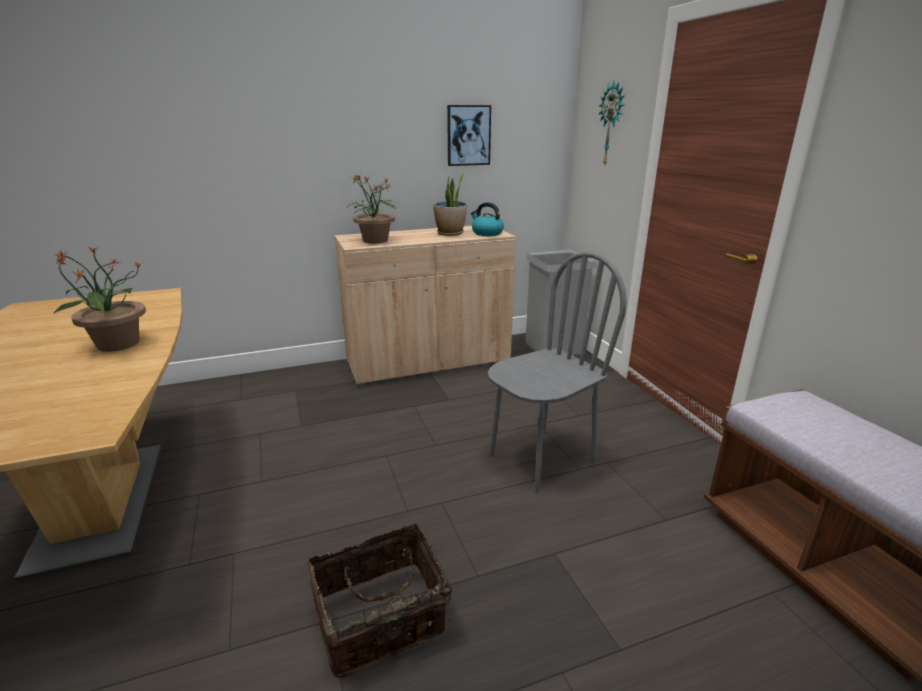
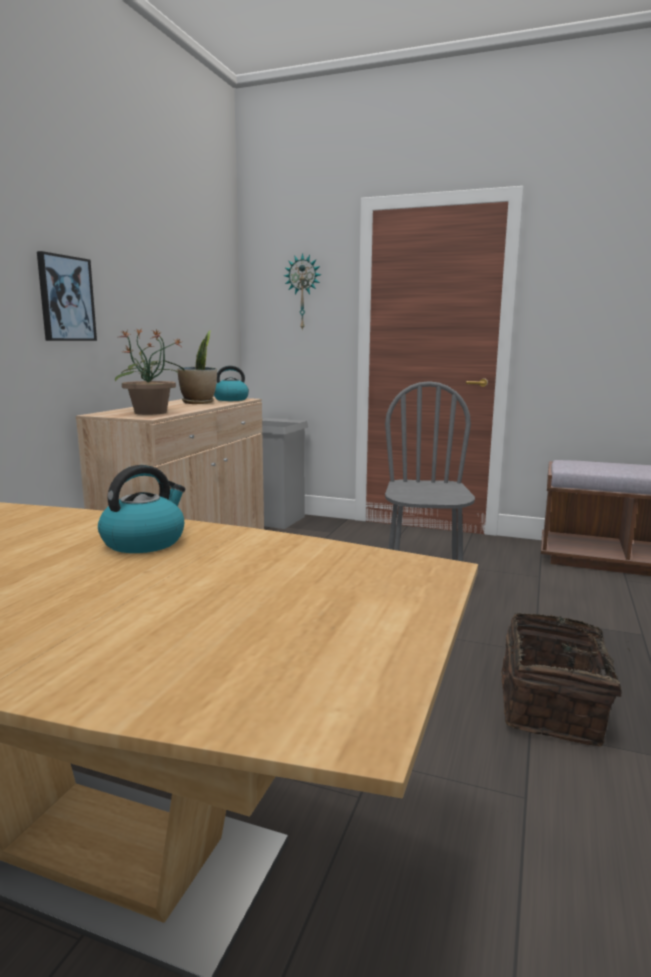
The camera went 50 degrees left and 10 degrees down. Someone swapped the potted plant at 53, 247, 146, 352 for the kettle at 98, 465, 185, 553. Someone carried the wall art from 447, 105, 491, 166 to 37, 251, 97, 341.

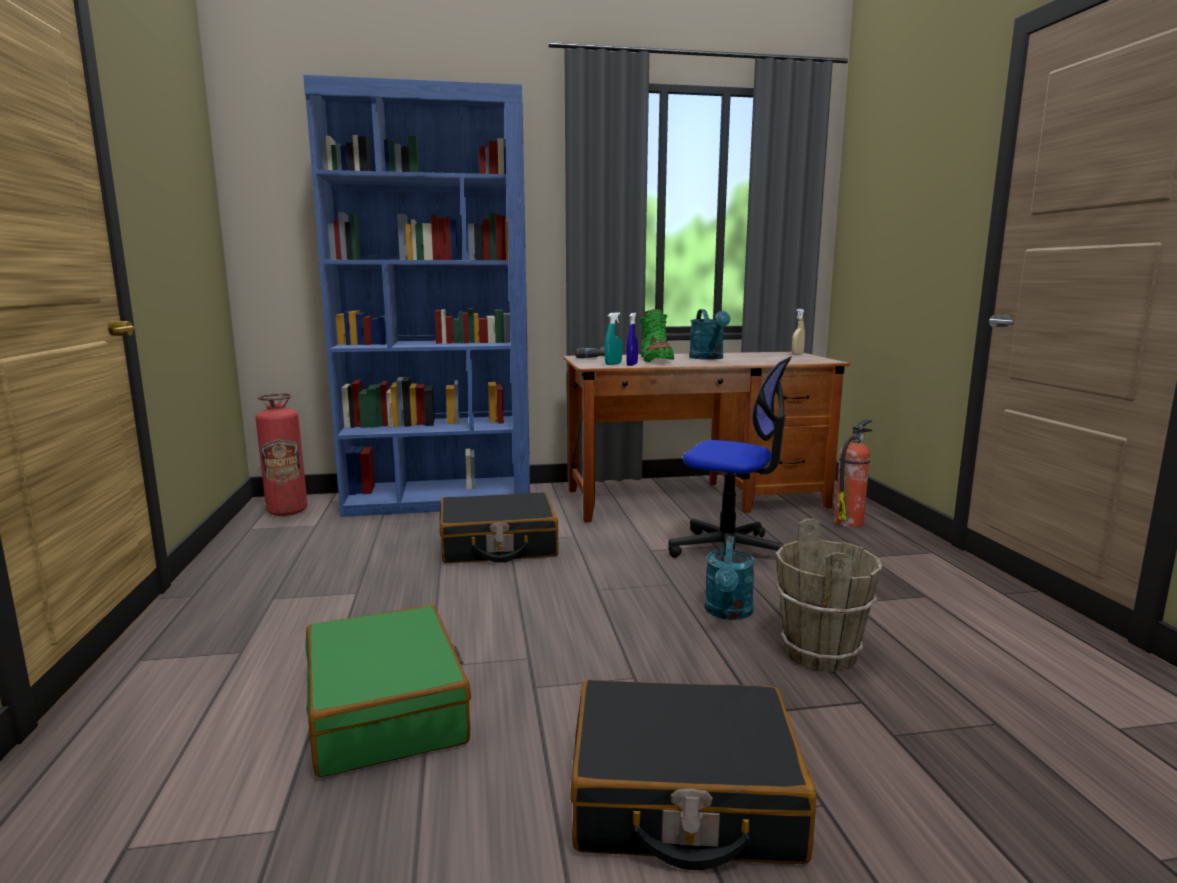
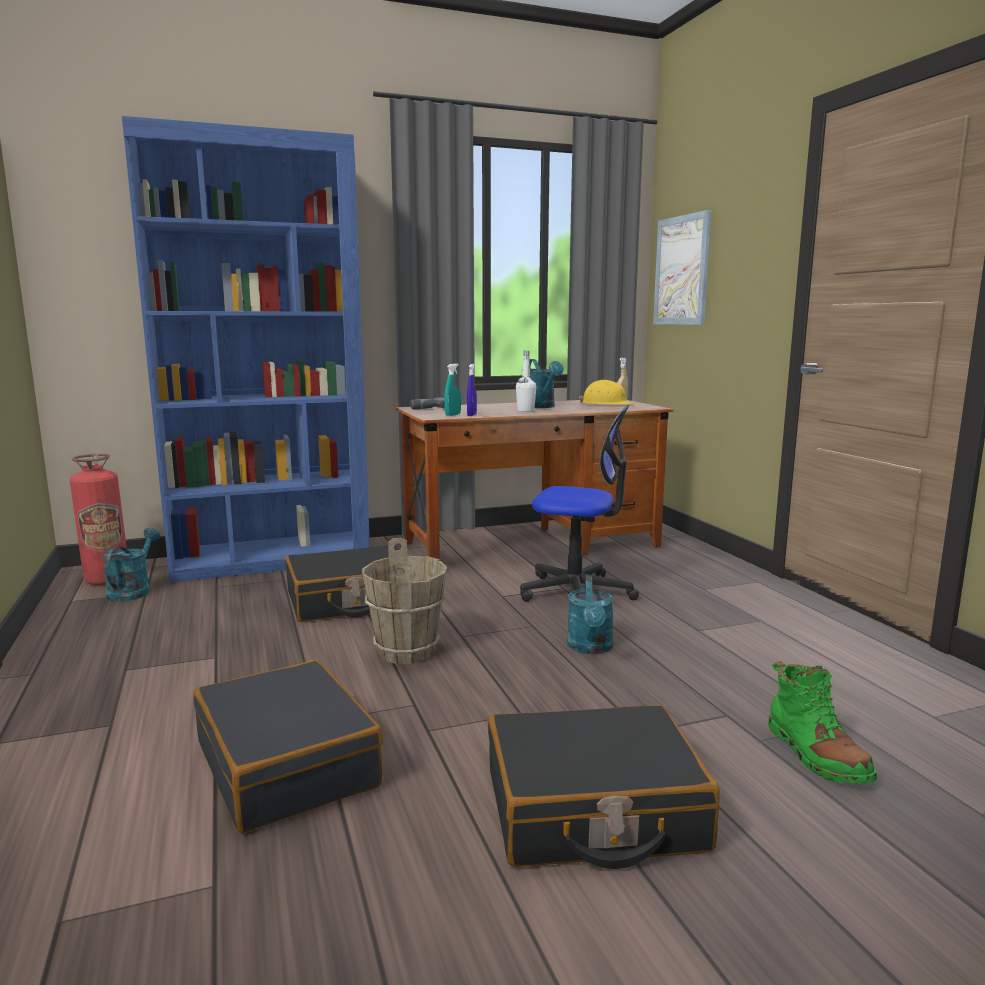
The camera went 10 degrees left and 0 degrees up. Someone repainted the green piece of luggage at 305, 605, 471, 777, which became the black piece of luggage at 193, 660, 383, 833. Someone carried the green high-top boot from 641, 309, 674, 362 to 768, 661, 877, 784. Someone carried the brownish bucket from 776, 519, 882, 672 to 362, 538, 447, 664. Someone took away the extinguisher at 834, 419, 872, 527. Someone put down the turquoise-coloured sprinkling can at 103, 528, 160, 602. Someone put down the white beverage bottle at 516, 351, 536, 412. Someone put down the yellowish safety helmet at 579, 380, 635, 405. Someone put up the wall art at 653, 210, 712, 325.

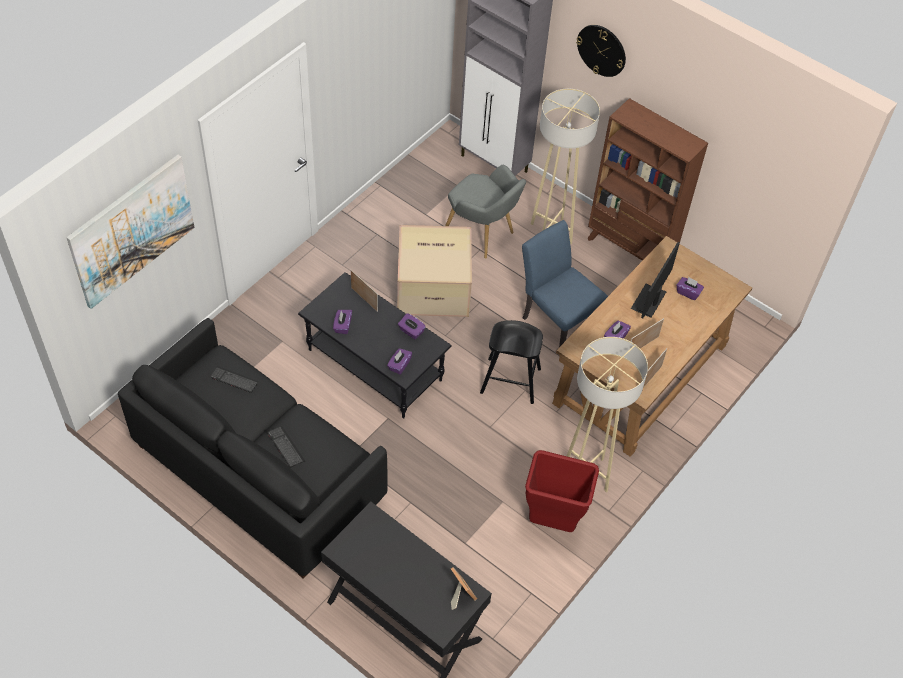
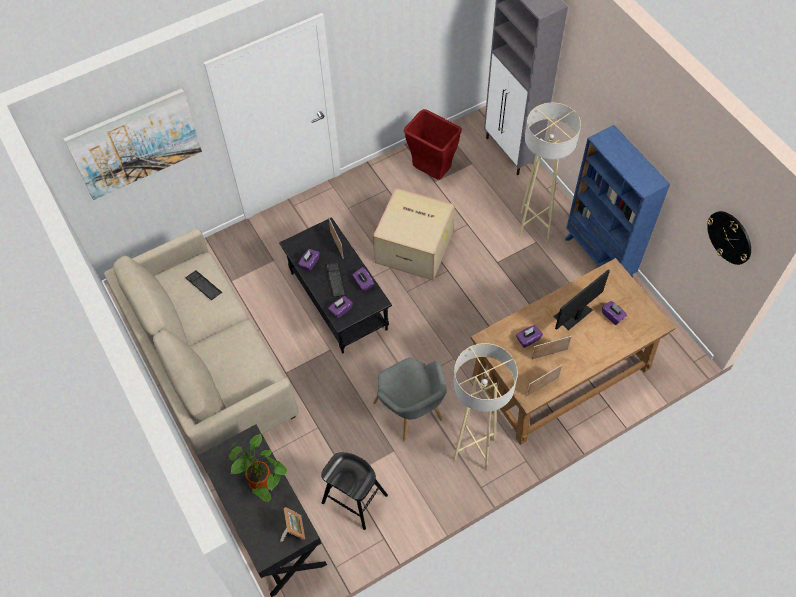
The camera went 25 degrees right and 5 degrees up. Someone repainted the black settee at 118, 318, 388, 578, which became the beige-coloured settee at 104, 229, 299, 462. Someone carried the computer keyboard from 267, 426, 305, 467 to 326, 263, 347, 297. Someone carried the gray armchair from 445, 165, 526, 259 to 373, 357, 447, 441. Someone carried the black stool seat from 480, 320, 543, 404 to 321, 452, 388, 530. Someone took away the blue-coloured chair at 522, 220, 608, 356. Someone carried the red-coloured trash can from 525, 450, 599, 532 to 404, 109, 462, 180. Someone carried the hanging clock from 576, 25, 626, 77 to 707, 211, 751, 265. Someone repainted the brownish shelving unit at 588, 98, 708, 261, which became the blue-coloured shelving unit at 565, 125, 670, 277. Someone put down the potted plant at 229, 434, 287, 501.

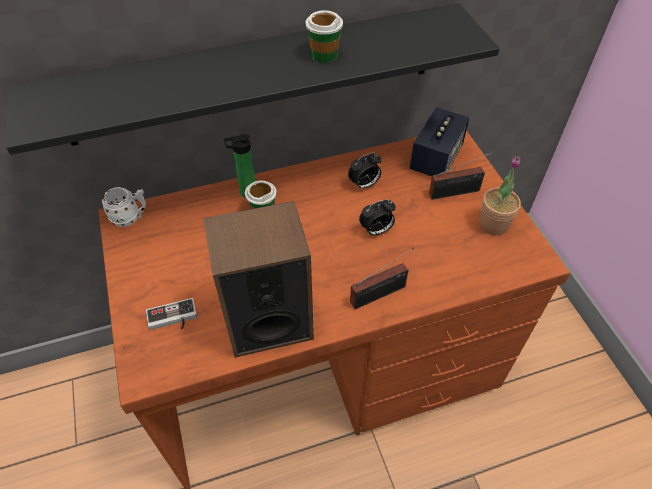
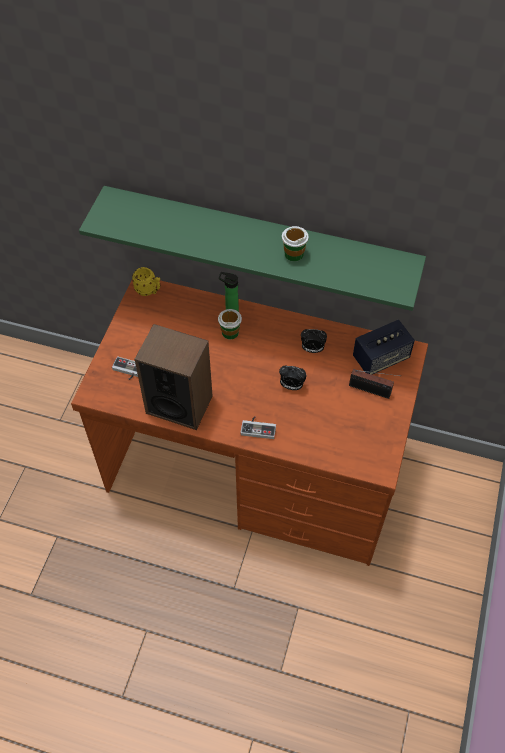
The camera went 35 degrees right and 5 degrees up. Someone repainted the black bracket shelf at 6, 3, 500, 155, which became the green bracket shelf at 79, 186, 426, 311. Someone repainted the white mug at 101, 187, 146, 227, which became the yellowish mug at 132, 267, 161, 296. Someone swapped the radio at 350, 247, 414, 309 for the gamepad at 240, 416, 276, 439. Someone took away the potted plant at 479, 156, 521, 236.

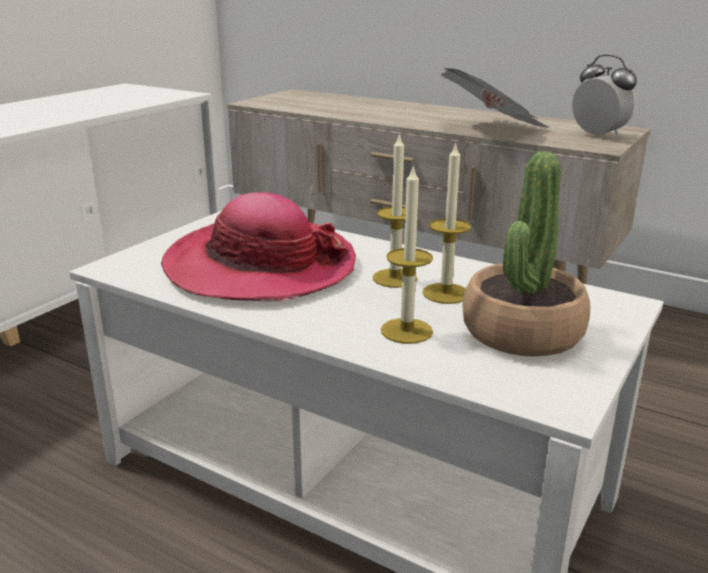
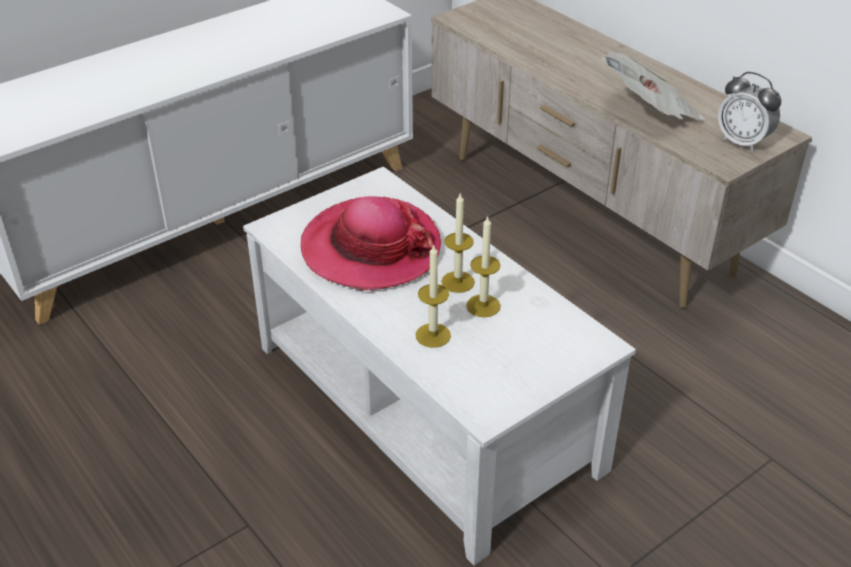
The camera went 20 degrees right and 15 degrees up. Someone took away the potted plant at 462, 151, 590, 356. Someone rotated the table clock at 572, 54, 637, 137 by 150 degrees clockwise.

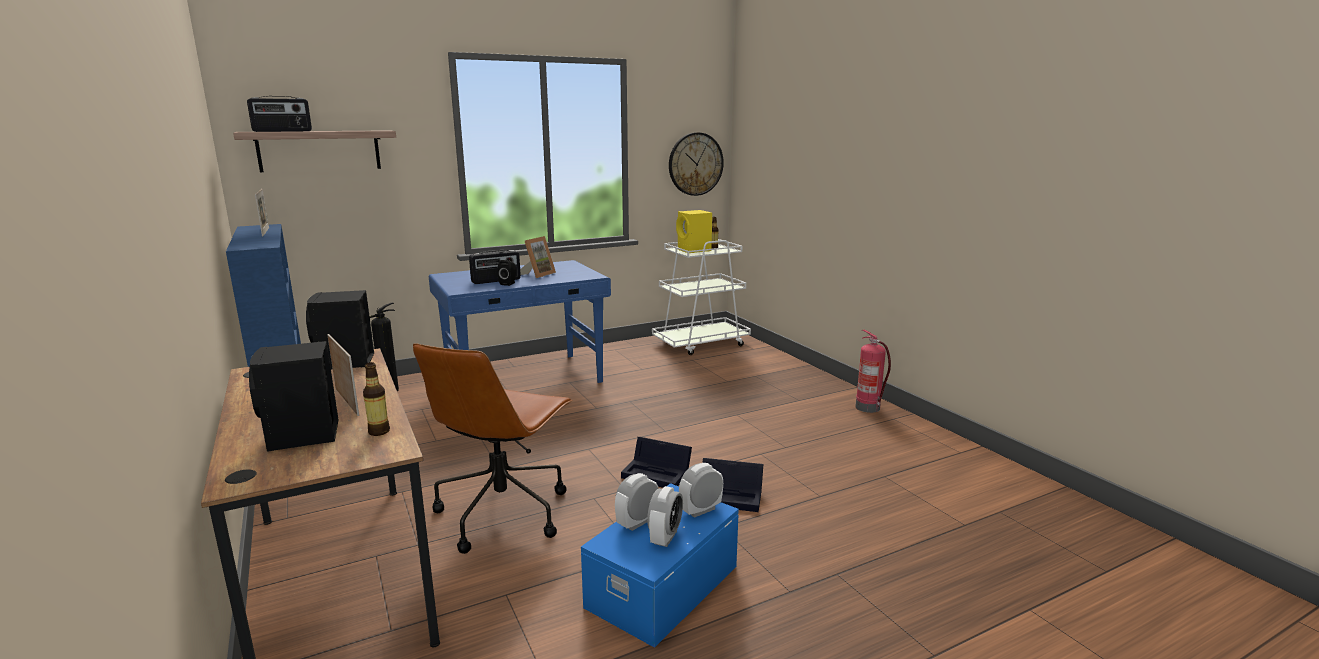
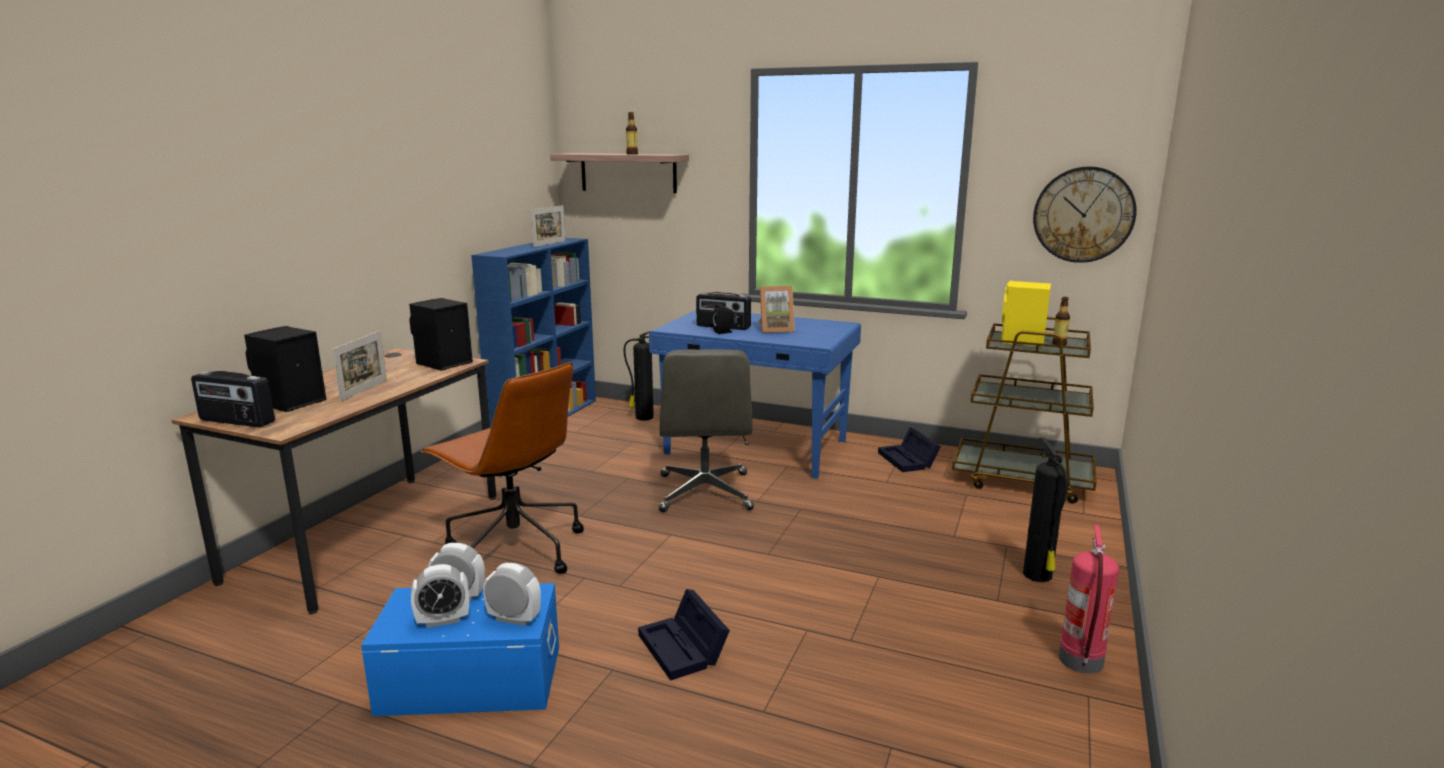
The camera went 50 degrees right and 0 degrees up. Someone carried the radio from 247, 96, 312, 132 to 191, 371, 275, 427. Someone carried the beverage bottle from 363, 362, 390, 436 to 626, 112, 638, 155. Someone rotated the brownish computer chair at 413, 343, 573, 554 by 120 degrees counterclockwise. Someone carried the black storage box from 621, 437, 692, 488 to 878, 427, 941, 472. Someone repainted the white trolley at 652, 239, 751, 355, which became the brownish trolley at 952, 317, 1097, 503. Someone put down the gray computer chair at 659, 349, 754, 512. Someone put down the extinguisher at 1023, 437, 1068, 582.

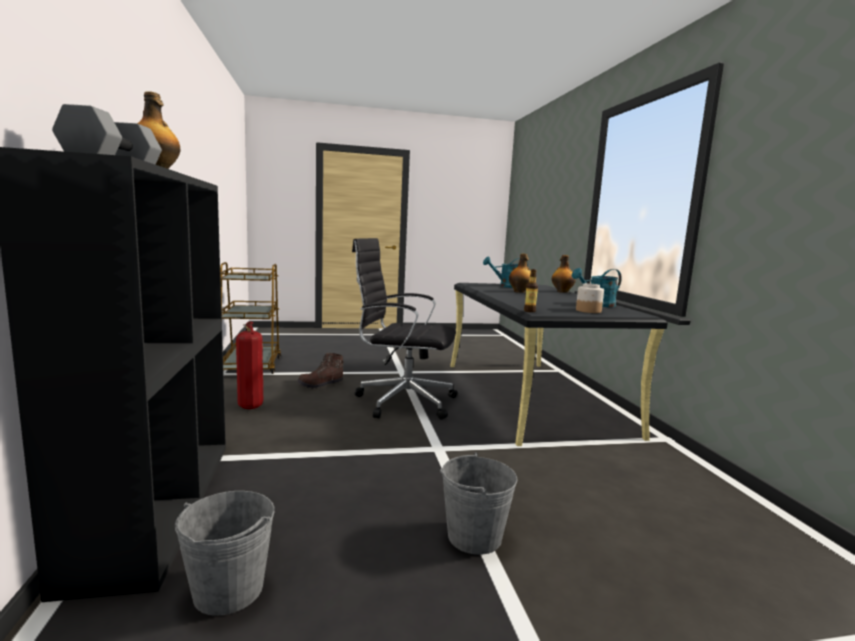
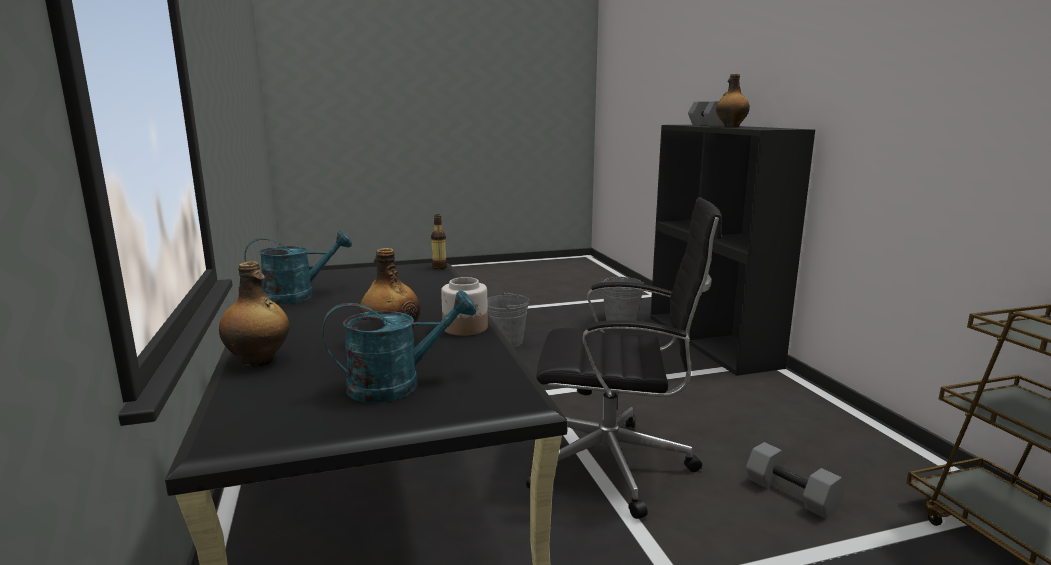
The camera went 175 degrees right and 5 degrees up. Someone took away the extinguisher at 236, 322, 263, 409. Someone swapped the brownish high-top boot at 297, 353, 344, 389 for the gray hand weight at 746, 442, 844, 519. Someone carried the jar from 576, 283, 604, 313 to 441, 277, 488, 336.

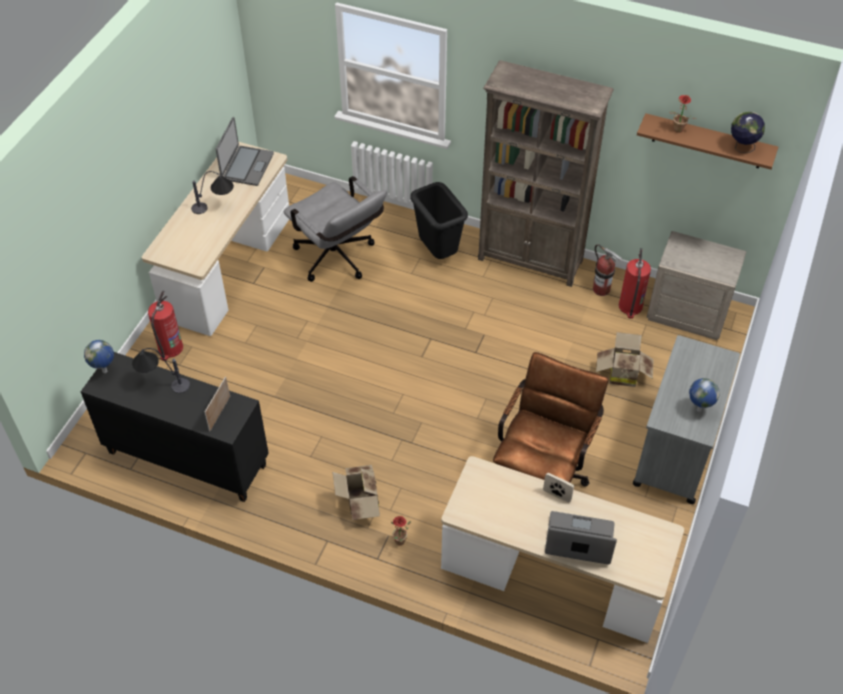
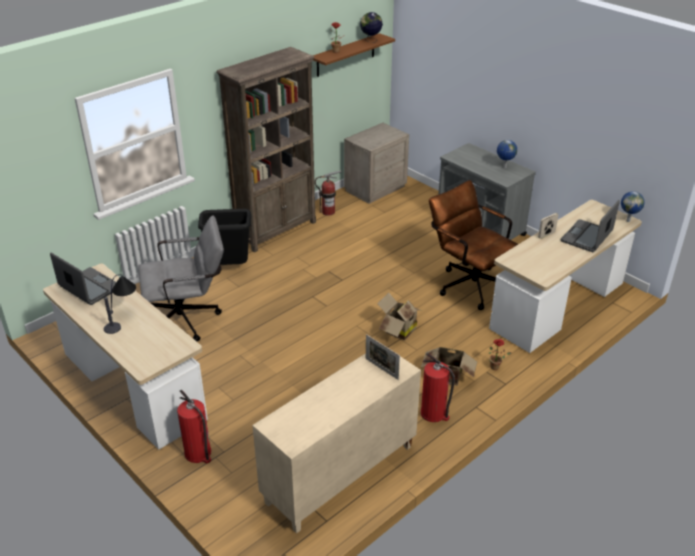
The camera went 65 degrees left and 15 degrees down. Someone repainted the black cabinet at 81, 352, 269, 502, which became the beige-coloured cabinet at 252, 343, 421, 534. Someone carried the world globe from 84, 340, 114, 373 to 621, 191, 645, 222. Someone took away the lamp for a table at 132, 348, 190, 393. Someone carried the cardboard box from 596, 332, 654, 387 to 377, 293, 422, 340. Someone carried the extinguisher from 619, 248, 651, 319 to 421, 353, 455, 422.

